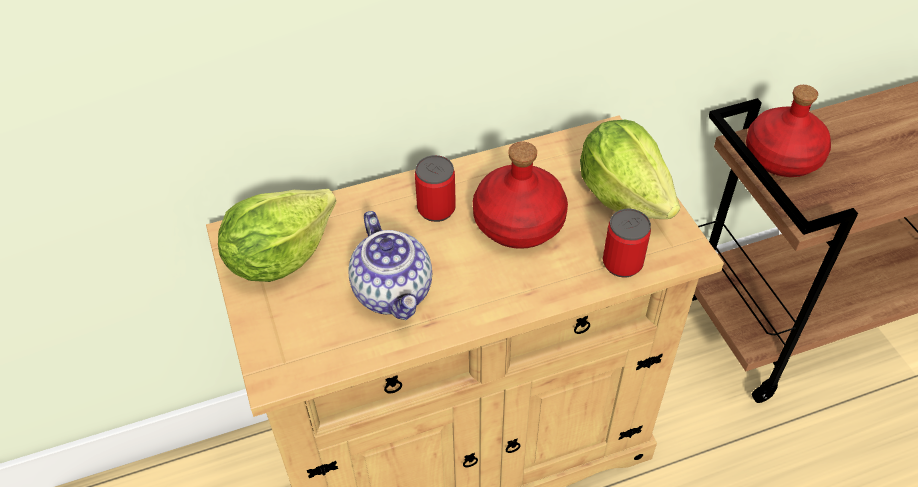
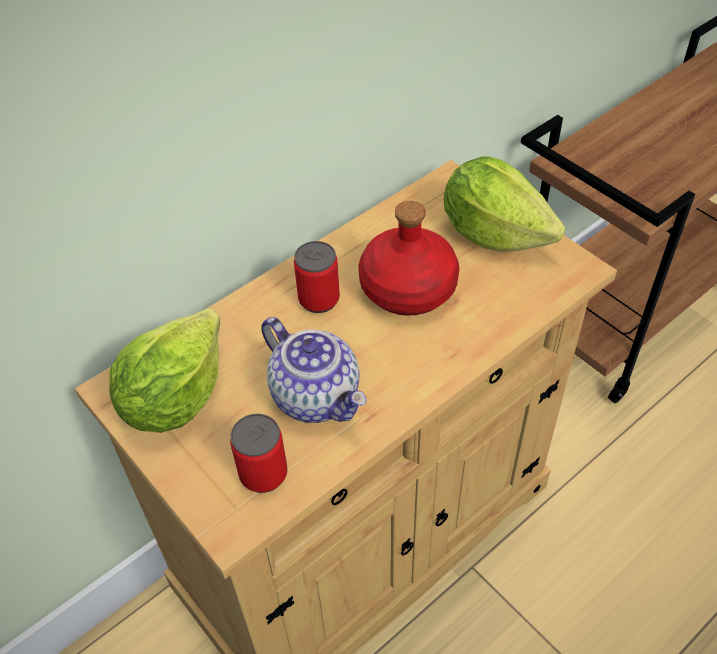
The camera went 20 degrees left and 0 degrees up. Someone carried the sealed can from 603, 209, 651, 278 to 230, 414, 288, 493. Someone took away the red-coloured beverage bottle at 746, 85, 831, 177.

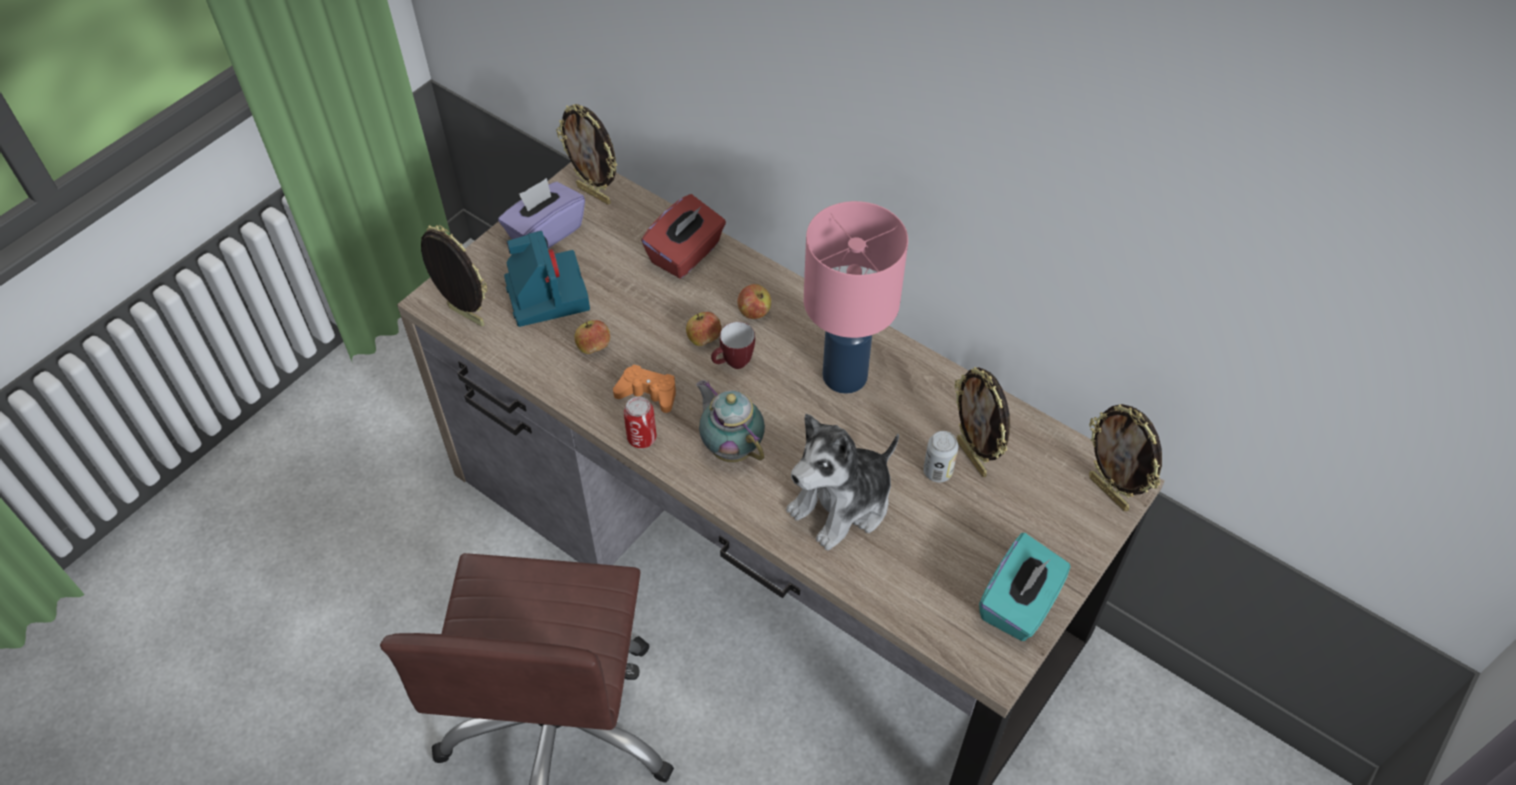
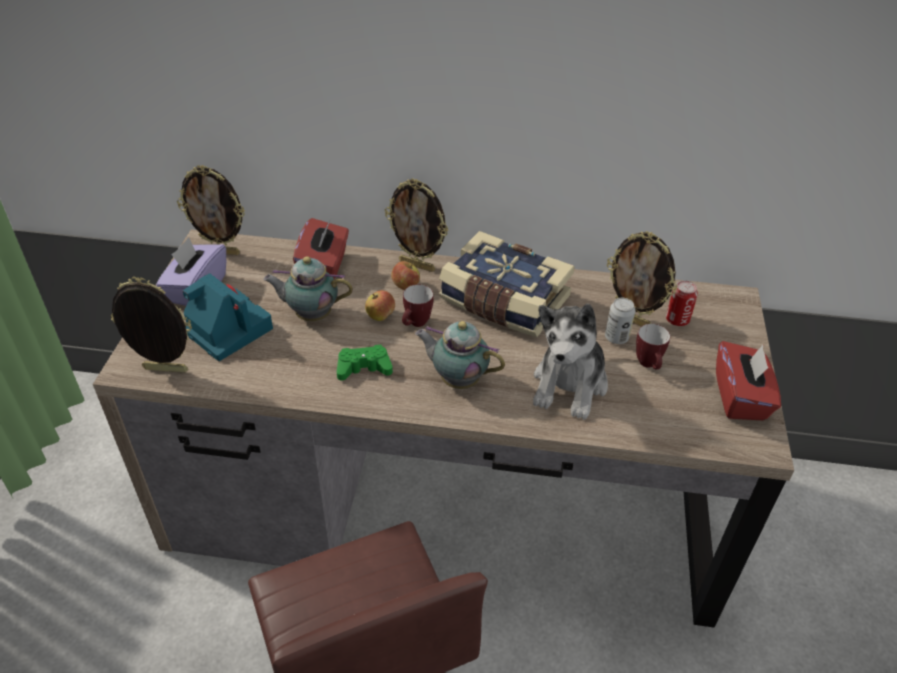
The camera went 30 degrees left and 10 degrees down. Someone took away the whole apple at 575, 320, 610, 354. Someone repainted the orangey gamepad at 613, 364, 676, 413, which became the green gamepad at 337, 345, 393, 381. Someone carried the sealed can from 624, 397, 657, 448 to 666, 280, 698, 326. Someone swapped the pink-coloured lamp for a table at 804, 201, 908, 394 for the bound book at 439, 231, 575, 337. Someone repainted the turquoise-coloured tissue holder at 979, 533, 1071, 641, which became the red-coloured tissue holder at 716, 341, 781, 420. Someone carried the picture frame from 1089, 404, 1162, 511 to 385, 178, 448, 272. Someone put down the tea pot at 263, 256, 353, 321. Someone put down the mug at 636, 324, 670, 369.

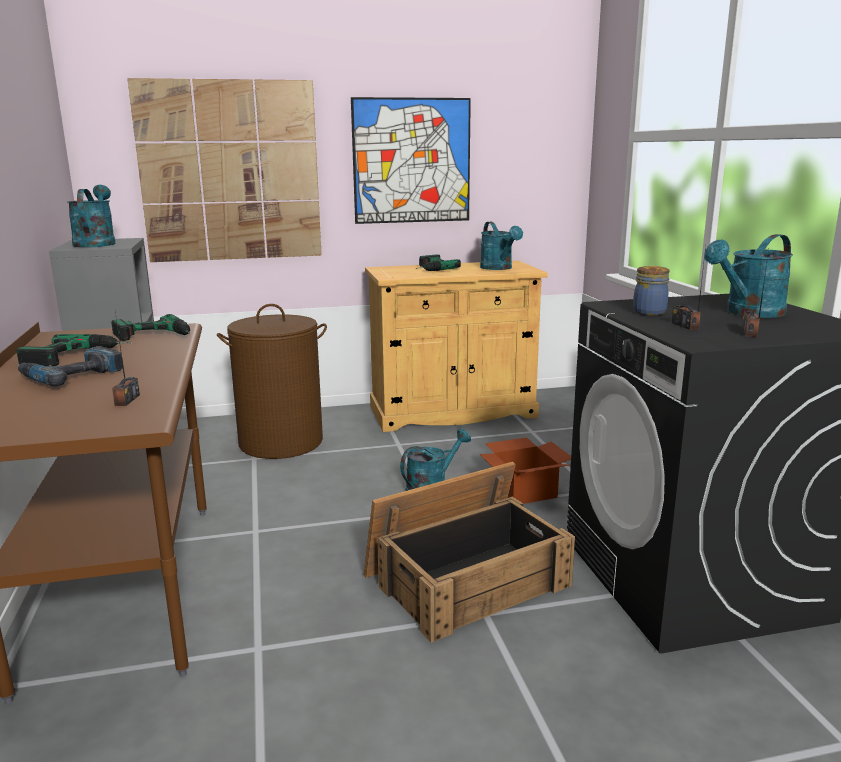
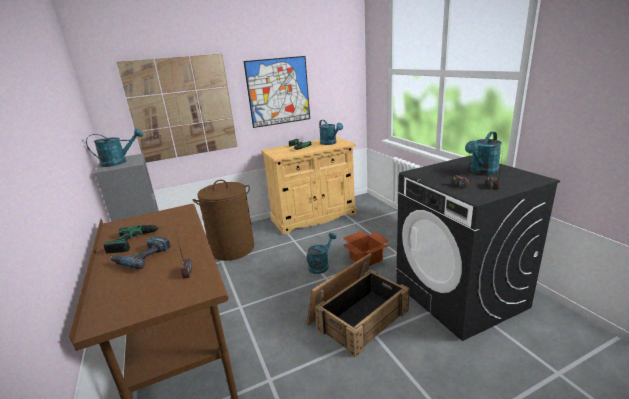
The camera went 10 degrees left and 5 degrees up. Someone rotated the turquoise-coloured sprinkling can at 67, 185, 116, 248 by 90 degrees clockwise. Someone took away the electric drill at 111, 314, 191, 341. Someone took away the jar at 633, 266, 670, 315.

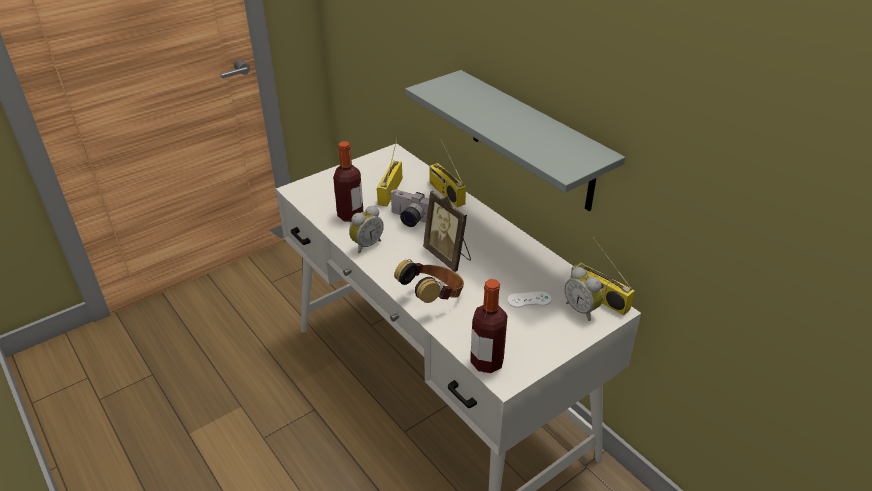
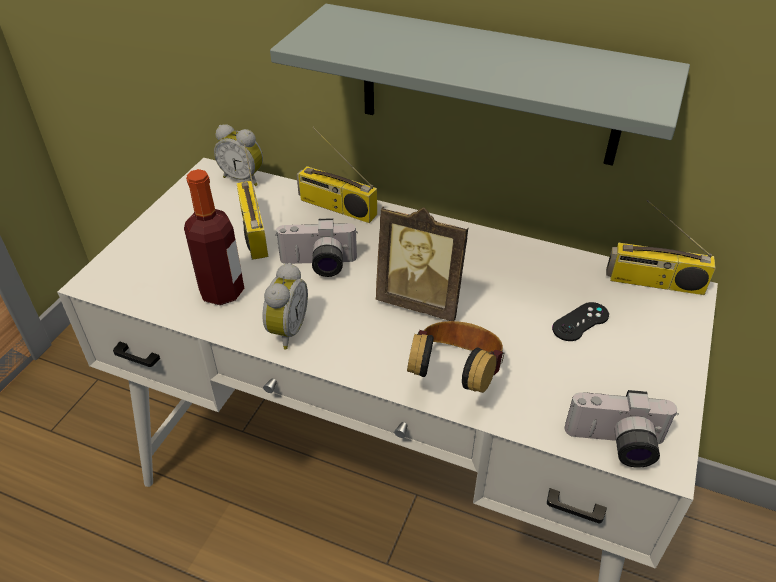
The camera went 30 degrees left and 5 degrees up. Someone swapped the beverage bottle at 471, 279, 508, 373 for the still camera at 564, 390, 679, 468. Someone repainted the white gamepad at 507, 292, 552, 308, which became the black gamepad at 552, 302, 609, 341. Someone carried the table clock from 565, 267, 603, 321 to 214, 124, 263, 186.

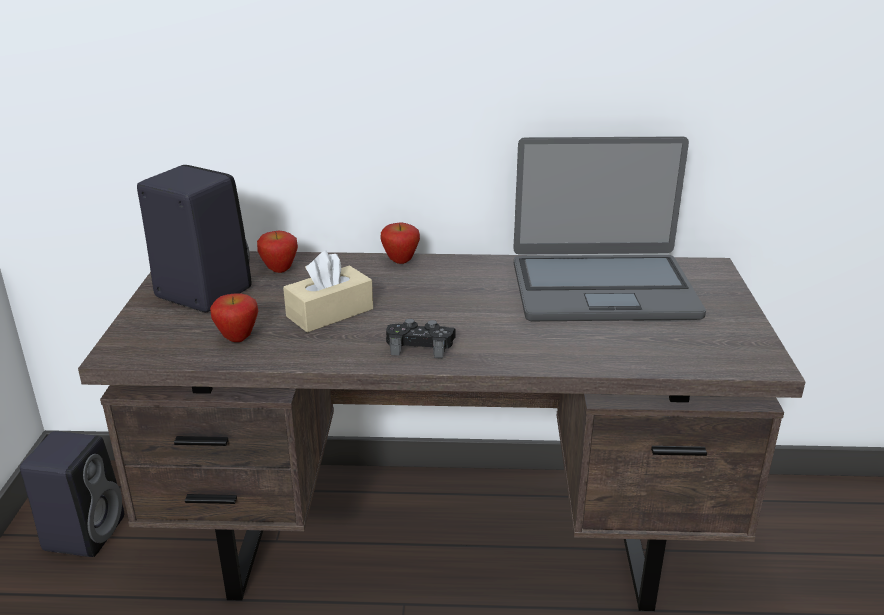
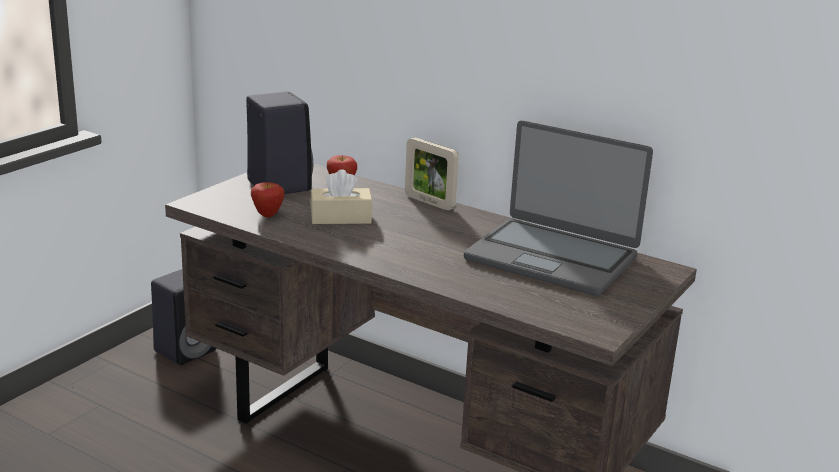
The camera went 30 degrees right and 5 degrees down. Someone swapped the whole apple at 381, 222, 420, 264 for the picture frame at 405, 137, 459, 211. Someone took away the black gamepad at 386, 319, 456, 358.

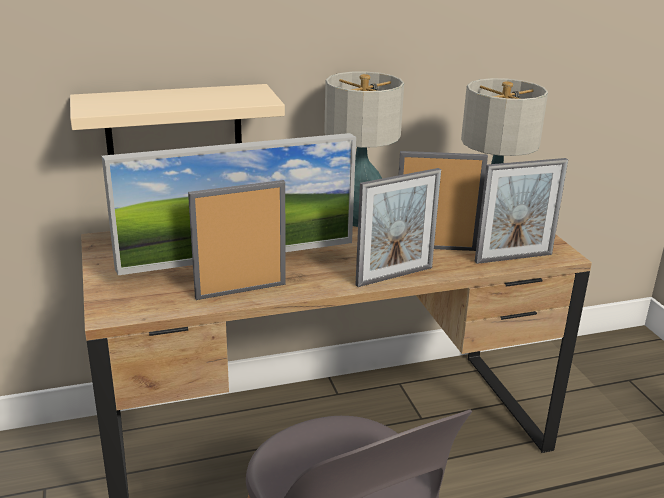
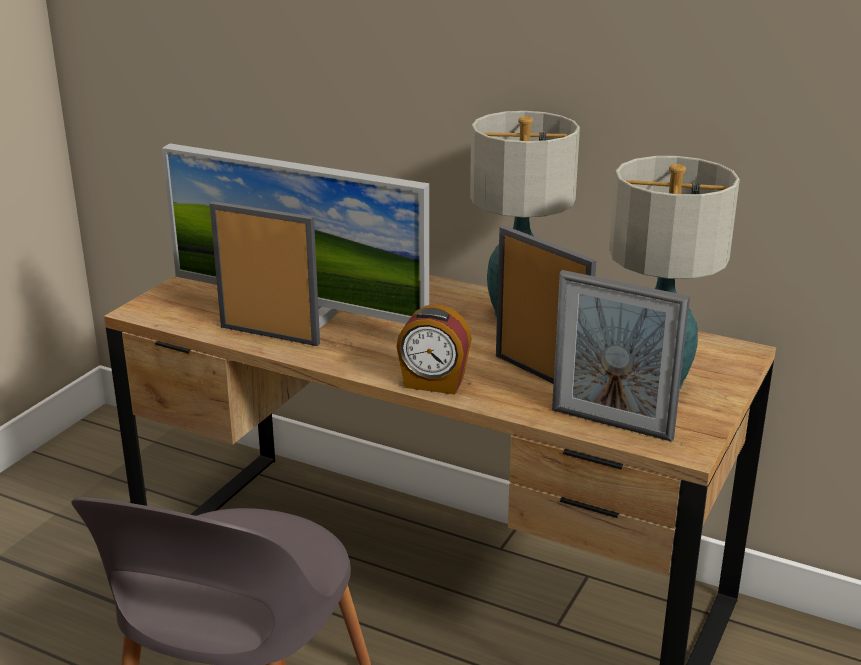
The camera went 45 degrees right and 0 degrees up. Someone took away the beige-coloured bracket shelf at 70, 84, 285, 155. Someone swapped the picture frame at 356, 168, 441, 287 for the table clock at 396, 305, 472, 395.

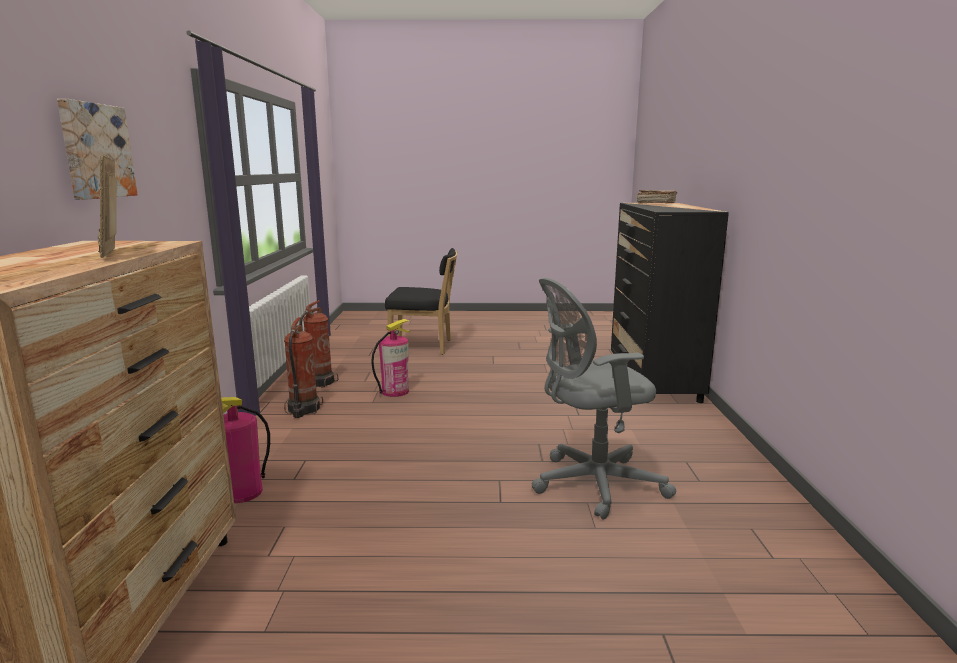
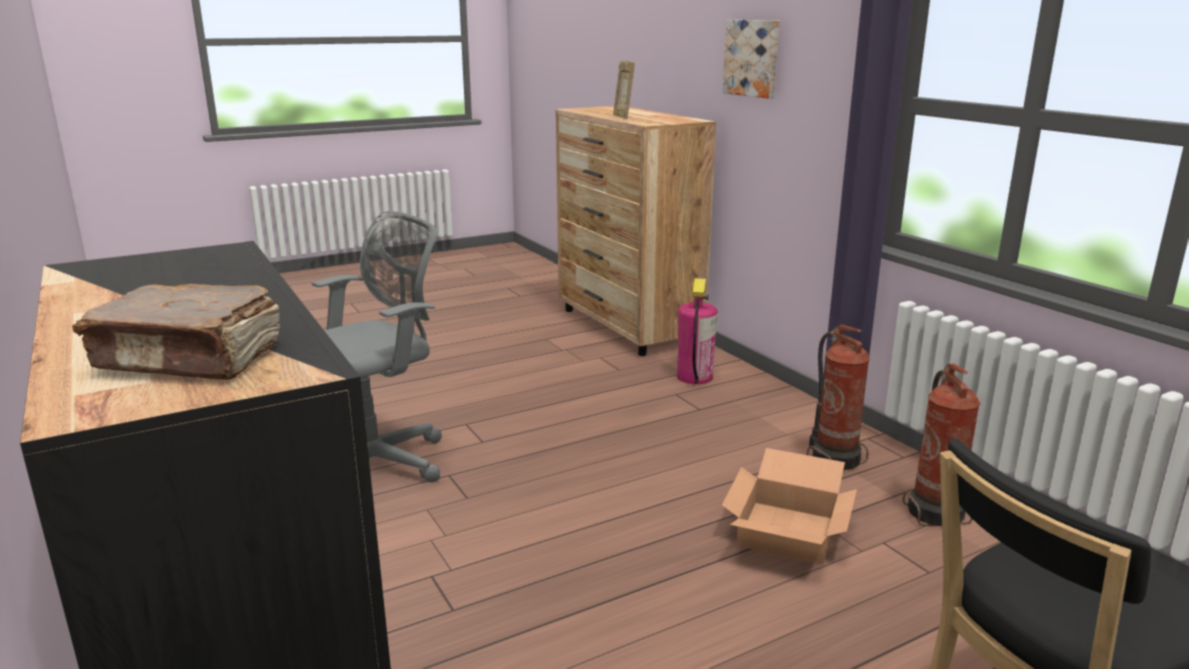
The camera went 150 degrees right and 5 degrees up. Someone rotated the picture frame at 98, 155, 117, 258 by 135 degrees counterclockwise. Someone swapped the extinguisher at 371, 319, 411, 397 for the cardboard box at 722, 448, 857, 565.

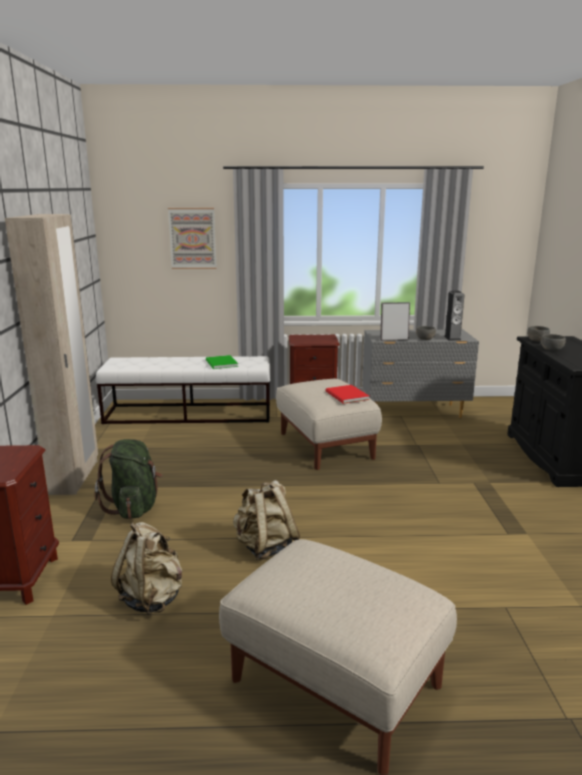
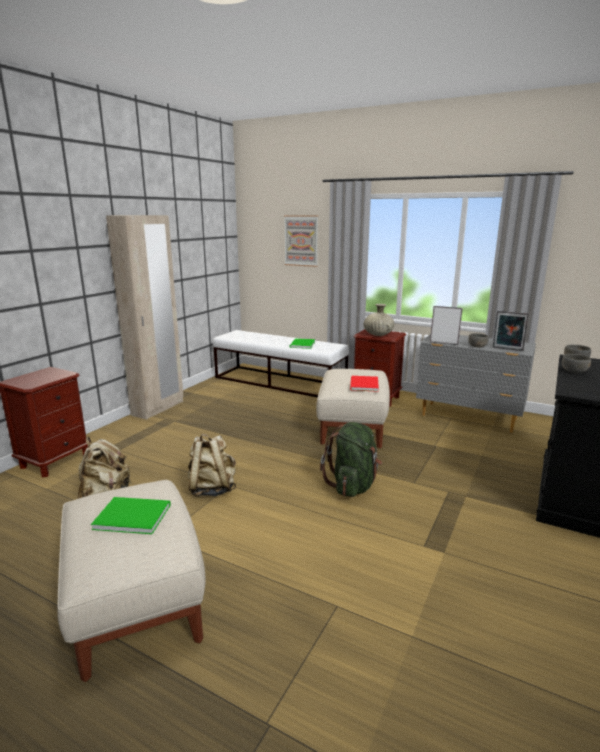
The camera went 30 degrees right and 0 degrees up. Someone carried the green knapsack from 94, 439, 163, 519 to 320, 422, 382, 497. Someone swapped the loudspeaker at 444, 291, 464, 341 for the picture frame at 493, 311, 529, 351. Someone put down the green bound book at 91, 497, 171, 534. Someone put down the beige-coloured flower vase at 363, 304, 394, 336.

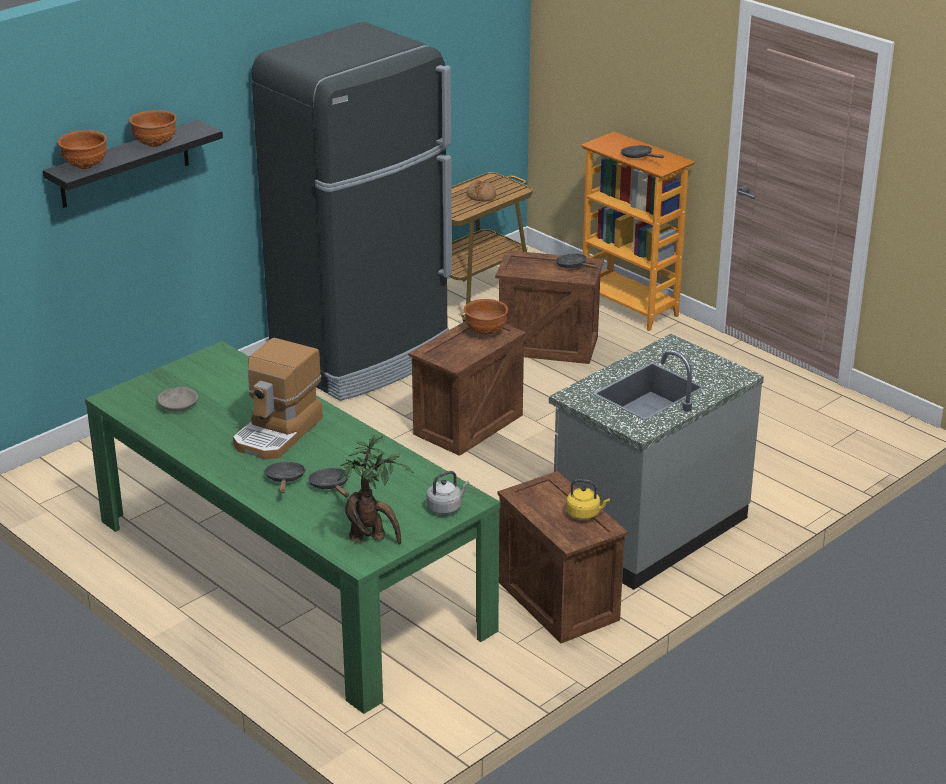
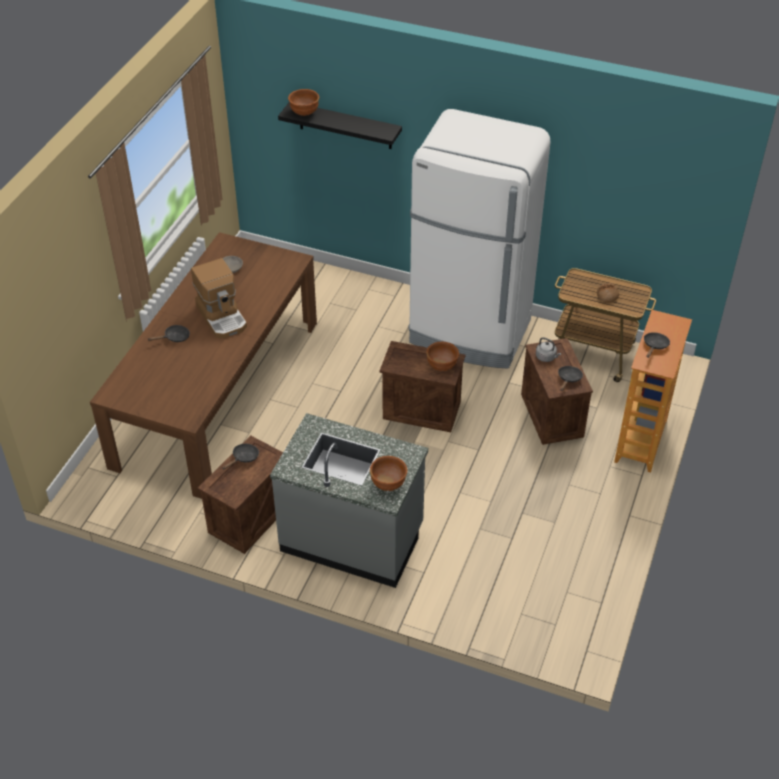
The camera went 65 degrees right and 15 degrees up. Someone repainted the green dining table at 85, 341, 500, 714, which became the brownish dining table at 90, 232, 317, 499. Someone carried the brownish serving bowl from 129, 110, 177, 147 to 370, 456, 407, 491. Someone rotated the coffee machine at 233, 338, 323, 460 by 120 degrees counterclockwise. Someone repainted the black refrigerator at 252, 22, 452, 401, which became the white refrigerator at 408, 109, 551, 368. Someone carried the black frying pan from 308, 468, 349, 497 to 222, 444, 259, 469. Someone took away the potted plant at 337, 434, 413, 544. Someone carried the gray kettle from 426, 471, 469, 515 to 536, 337, 561, 362. Someone took away the yellowish kettle at 566, 479, 610, 520.

